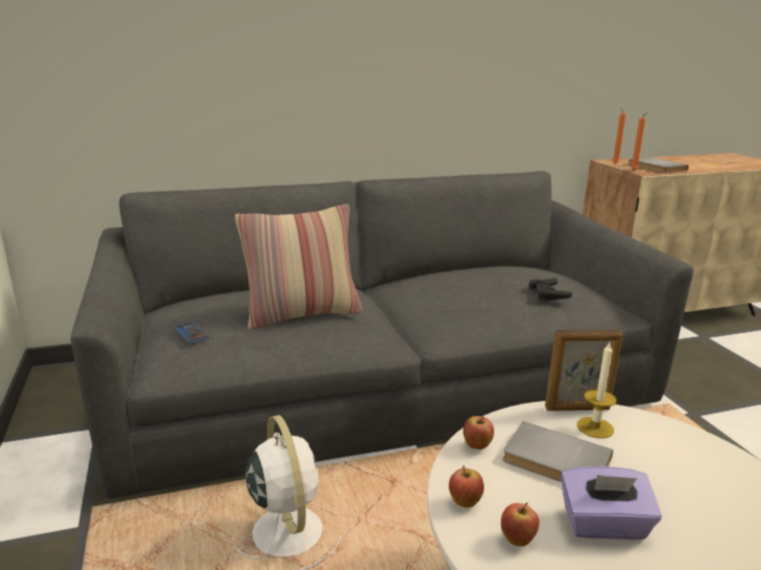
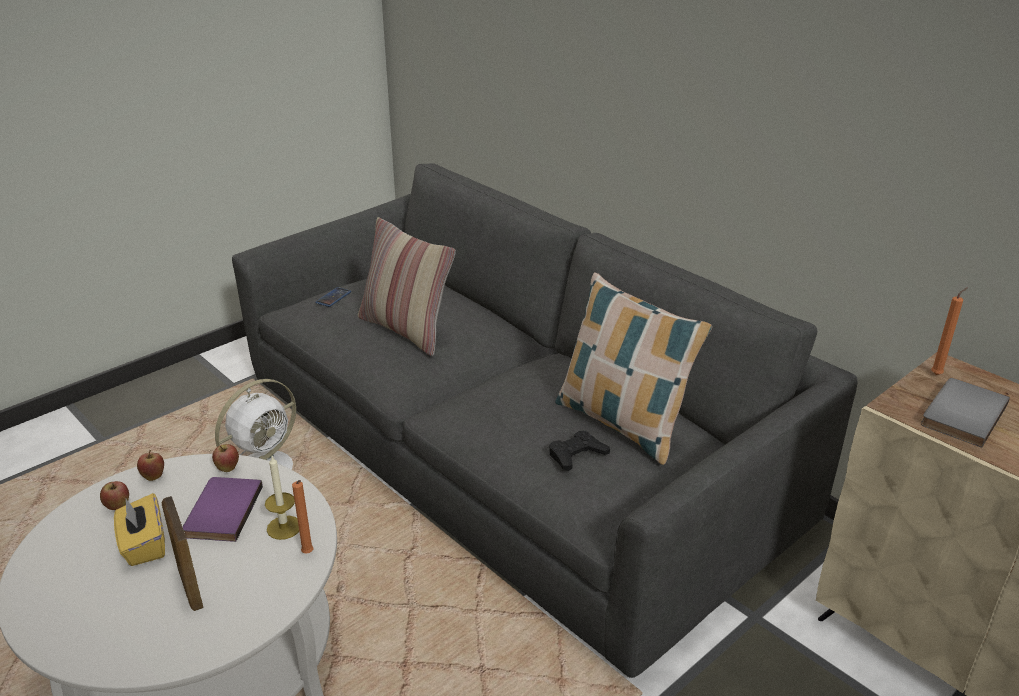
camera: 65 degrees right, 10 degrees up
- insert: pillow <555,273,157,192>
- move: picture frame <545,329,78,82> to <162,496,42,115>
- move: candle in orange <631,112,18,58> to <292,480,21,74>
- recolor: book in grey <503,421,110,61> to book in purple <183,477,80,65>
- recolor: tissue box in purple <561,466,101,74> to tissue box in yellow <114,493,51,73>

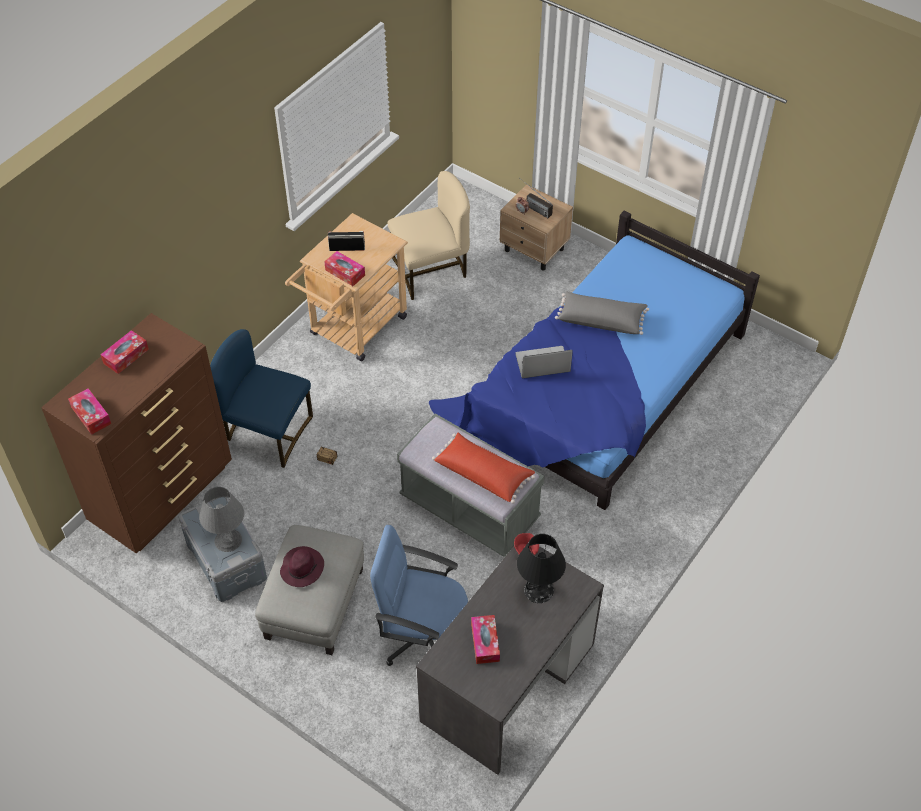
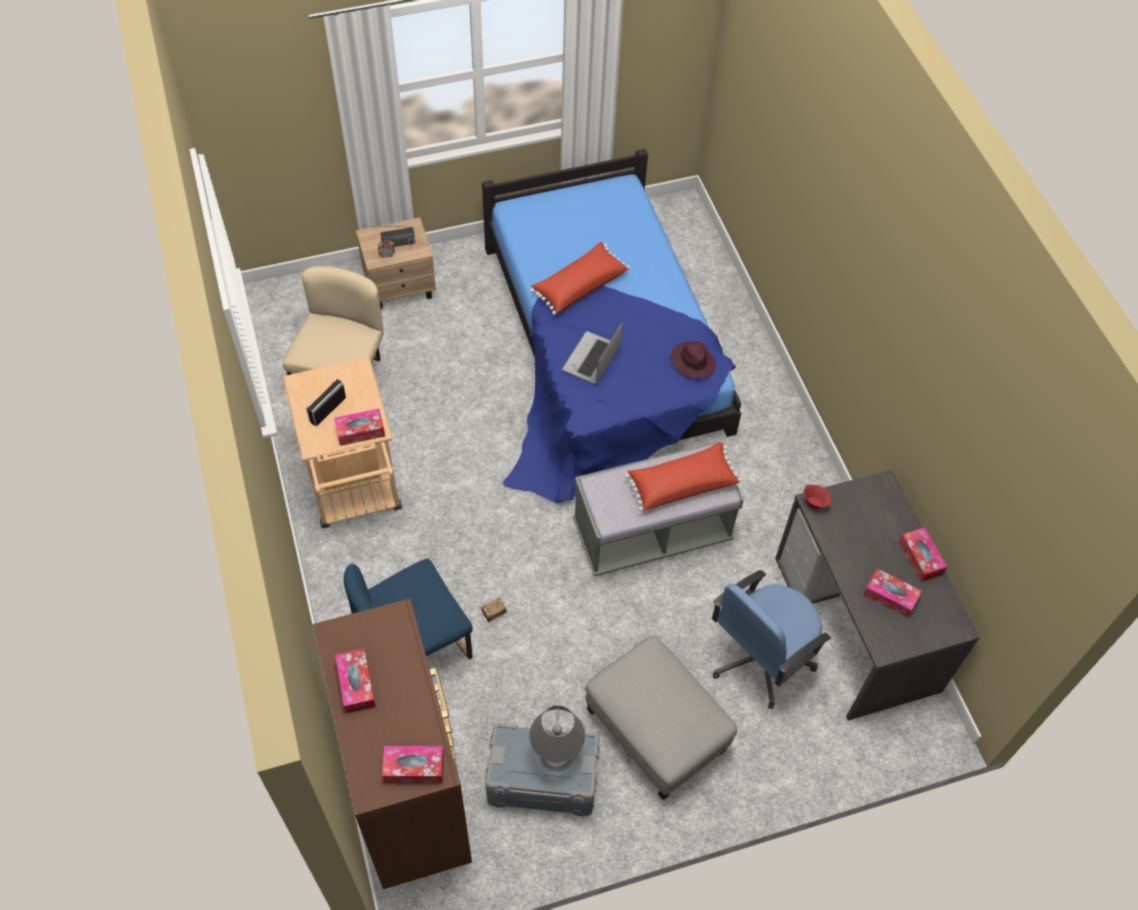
camera: 55 degrees left, 5 degrees up
- delete: table lamp in black <517,534,49,69>
- insert: tissue box <899,528,48,54>
- move: hat in purple <280,546,44,41> to <671,341,45,37>
- recolor: pillow in grey <555,291,94,44> to pillow in red <530,242,100,73>

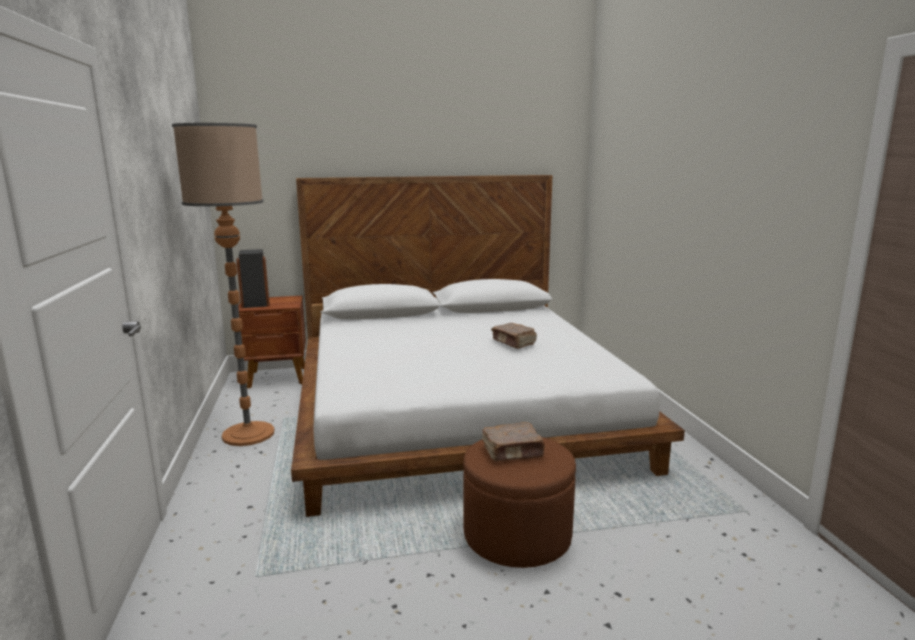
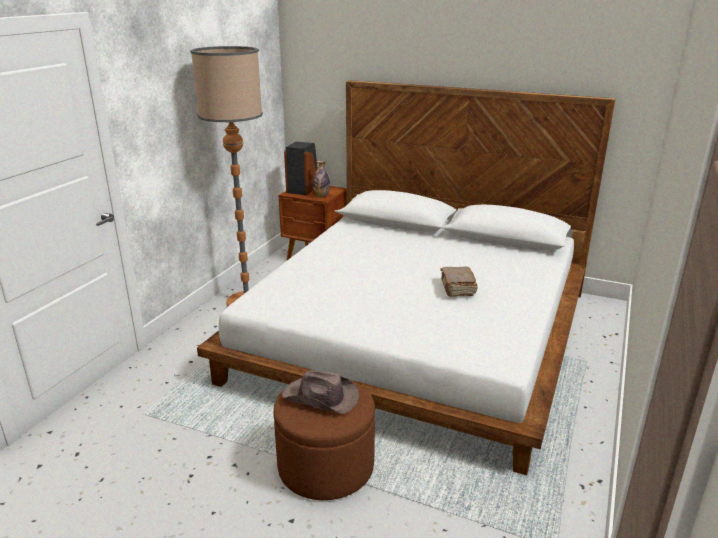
camera: 35 degrees right, 10 degrees up
- insert: bottle <312,161,18,36>
- replace: book in brown <482,422,63,39> to hat in brown <282,370,77,44>

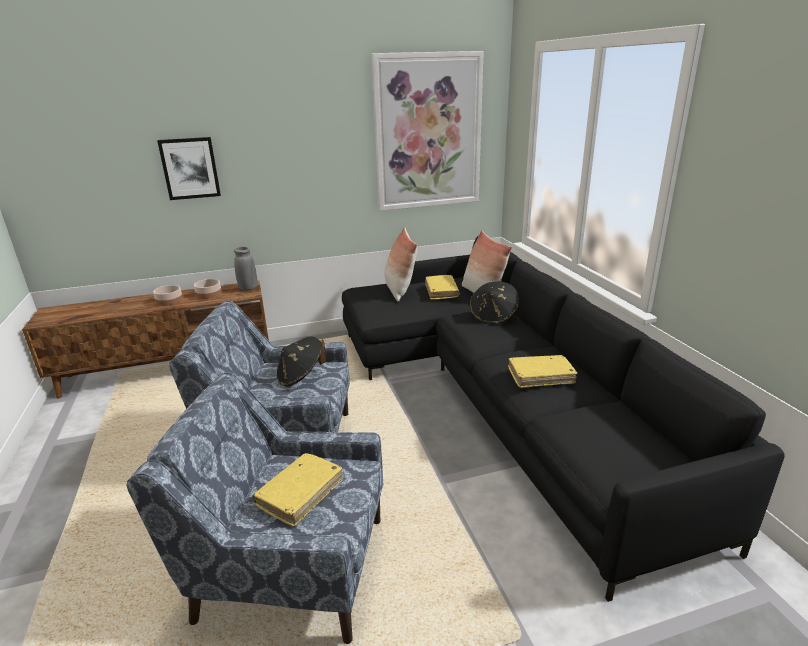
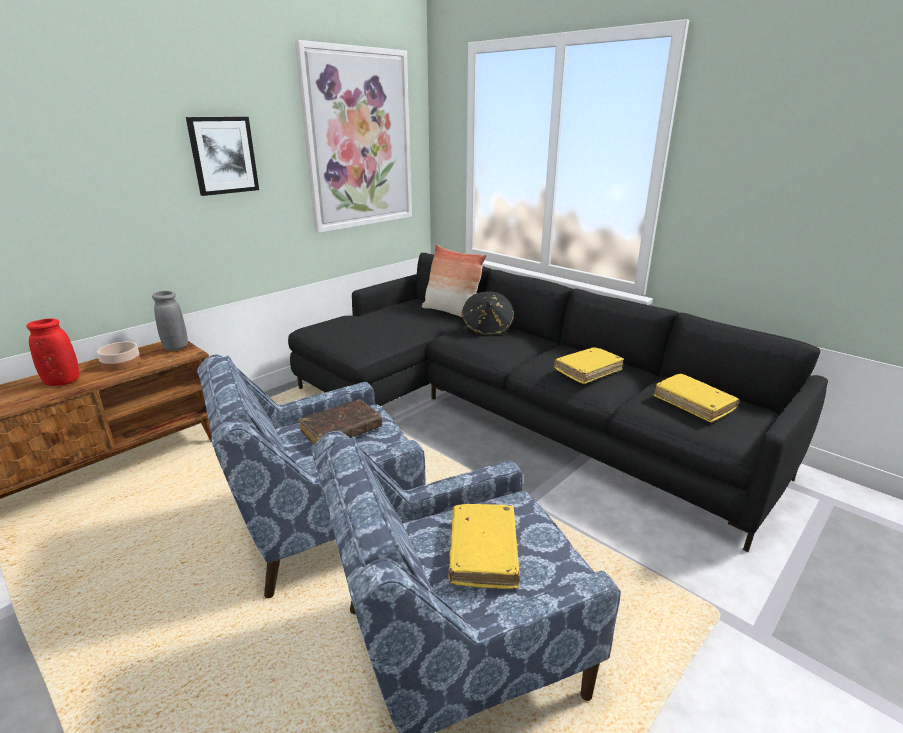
camera: 30 degrees left, 0 degrees up
- delete: pillow <385,227,32,75>
- move: picture <157,137,64,63> to <186,117,73,79>
- move: book in yellow <425,275,35,25> to <653,374,86,48>
- replace: bowl <153,285,30,21> to vase in red <26,318,53,68>
- replace: hat in black <276,336,51,51> to book in brown <298,399,84,46>

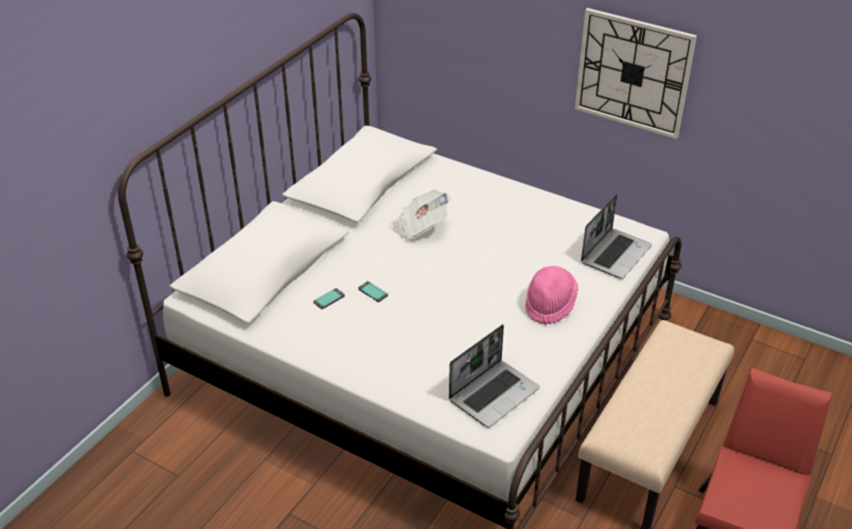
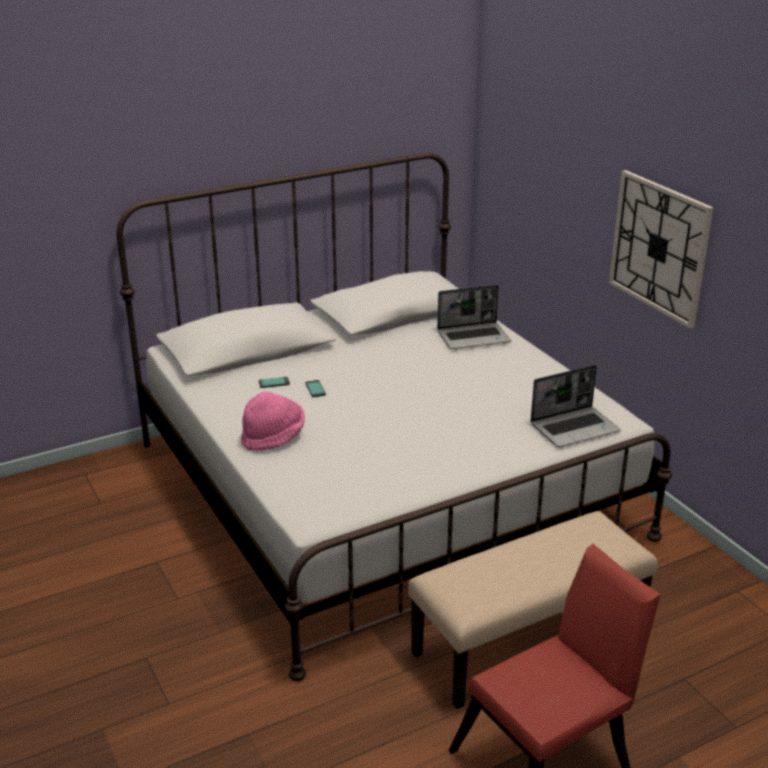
camera: 30 degrees right, 10 degrees down
- delete: newspaper <389,190,62,51>
- move: laptop <449,324,91,104> to <437,285,74,64>
- move: hat in pink <525,266,53,59> to <241,392,64,59>

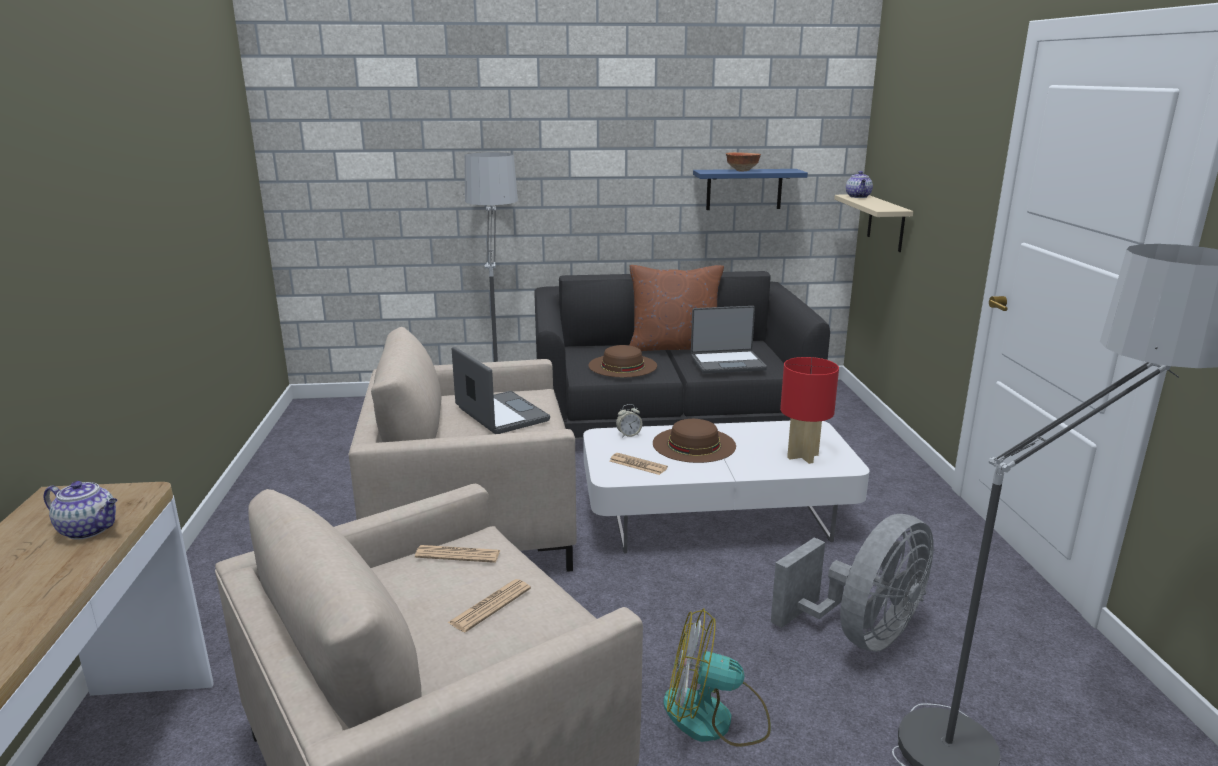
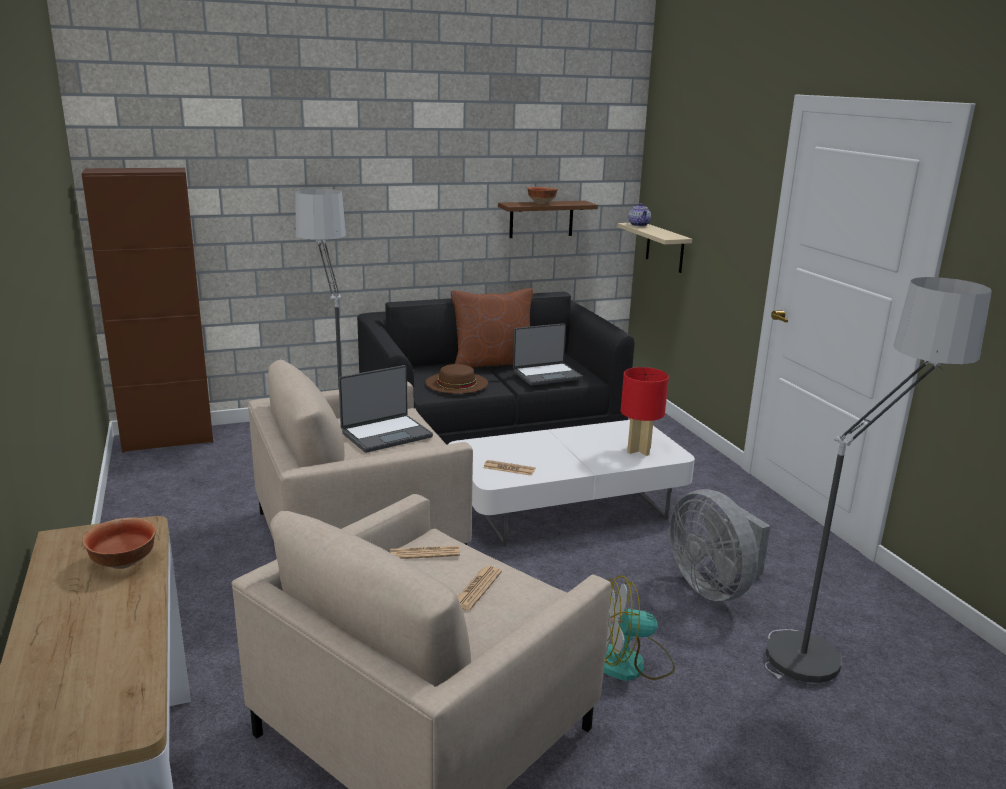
camera: 15 degrees left, 0 degrees up
- delete: alarm clock <616,404,26,34>
- delete: hat in brown <653,419,83,44>
- insert: cabinet in brown <81,168,132,285>
- replace: teapot <43,481,75,58> to bowl <82,517,74,52>
- recolor: shelf in blue <693,169,115,41> to shelf in brown <498,201,100,37>
- rotate: laptop <452,347,98,87> = <339,365,94,88> 105 degrees clockwise
- rotate: fan in grey <771,514,163,138> = <670,489,100,112> 120 degrees clockwise

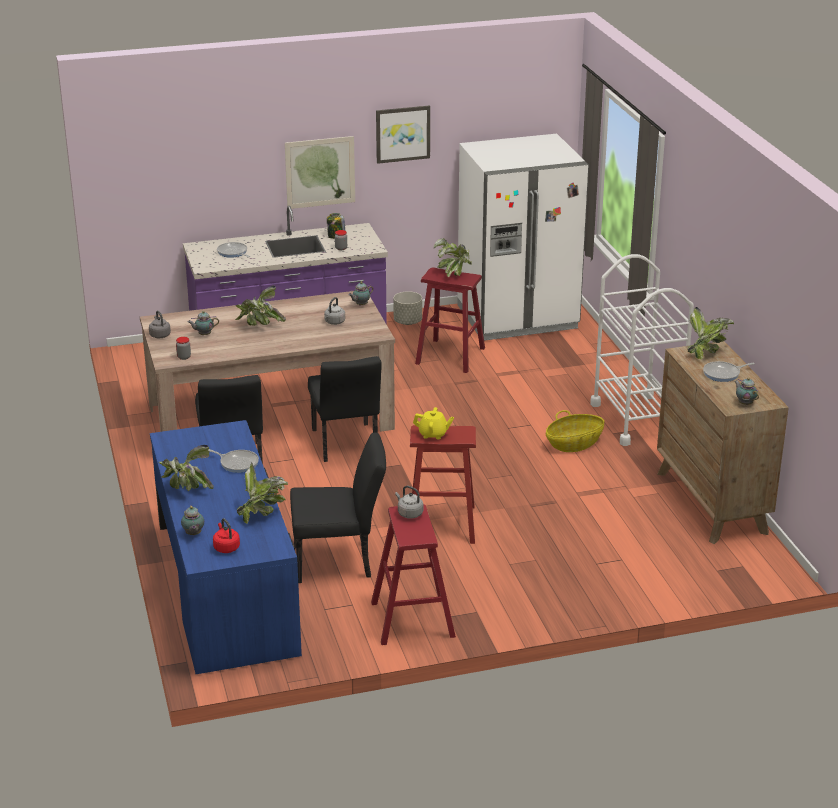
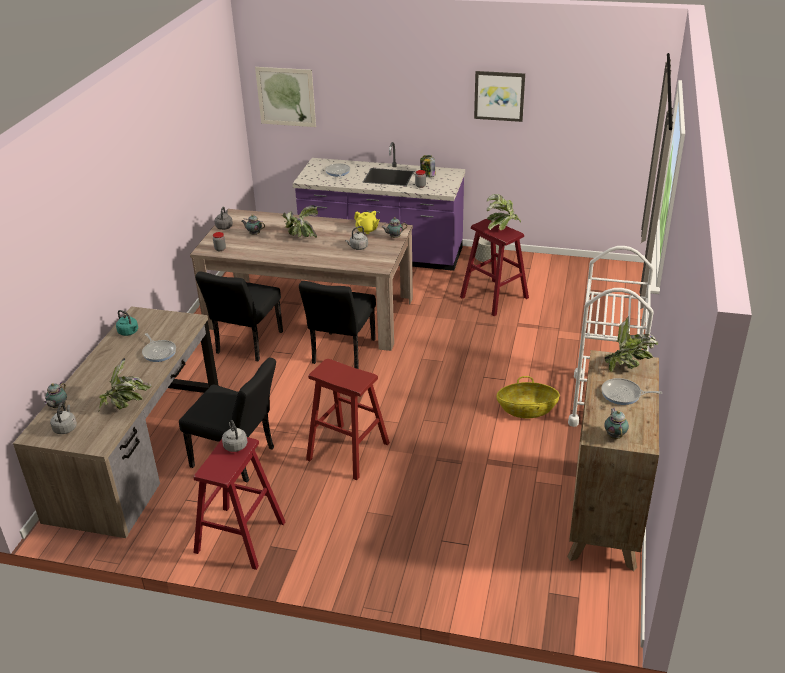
camera: 30 degrees right, 5 degrees up
- delete: potted plant <159,445,55,46>
- delete: fridge in white <457,134,132,207>
- insert: kettle in turquoise <116,310,22,26>
- move: picture <285,136,70,73> to <255,67,61,60>
- move: teapot in yellow <413,407,41,32> to <354,211,26,23>
- recolor: desk in blue <150,420,152,254> to desk in brown <13,307,206,231>
- recolor: kettle in red <213,518,27,35> to kettle in grey <50,403,27,31>

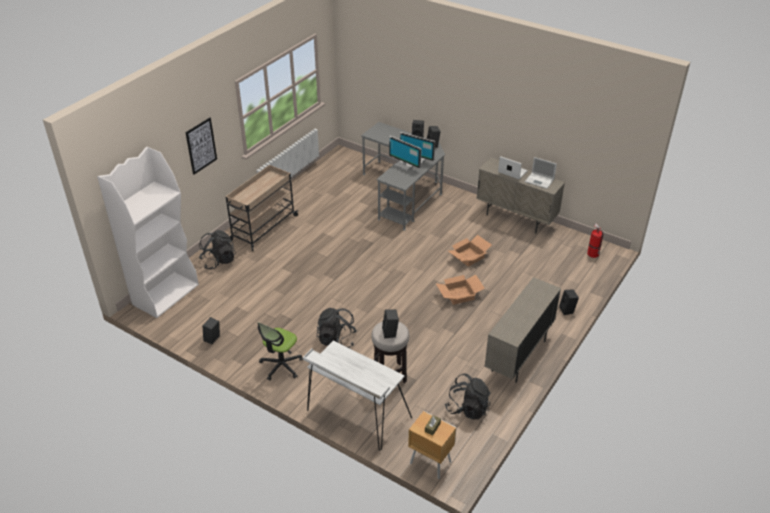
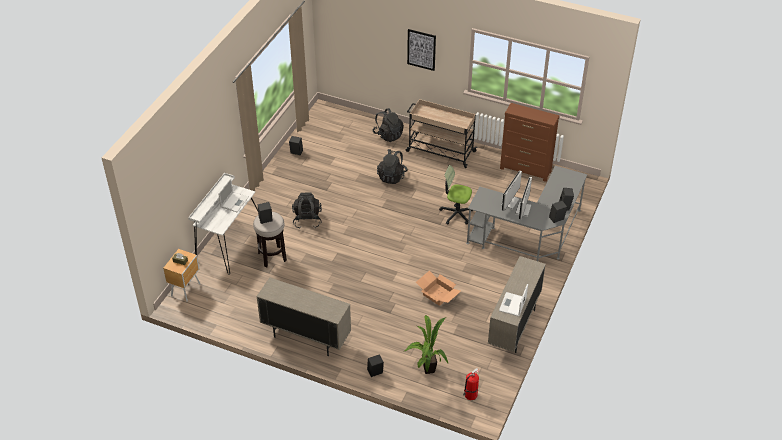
camera: 80 degrees right, 5 degrees up
- delete: bookcase in white <97,147,102,171>
- delete: cardboard box <436,274,49,31>
- insert: potted plant <403,315,45,59>
- insert: dresser in brown <500,103,59,79>
- move: office chair <257,322,46,58> to <439,165,34,60>
- move: backpack in black <445,373,46,46> to <377,149,31,35>
- move: laptop <498,156,30,24> to <218,178,31,34>

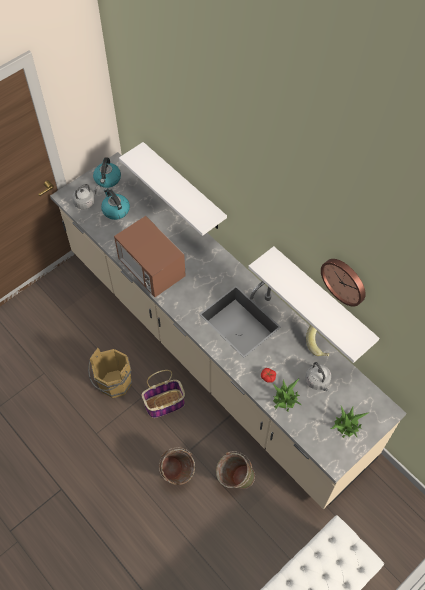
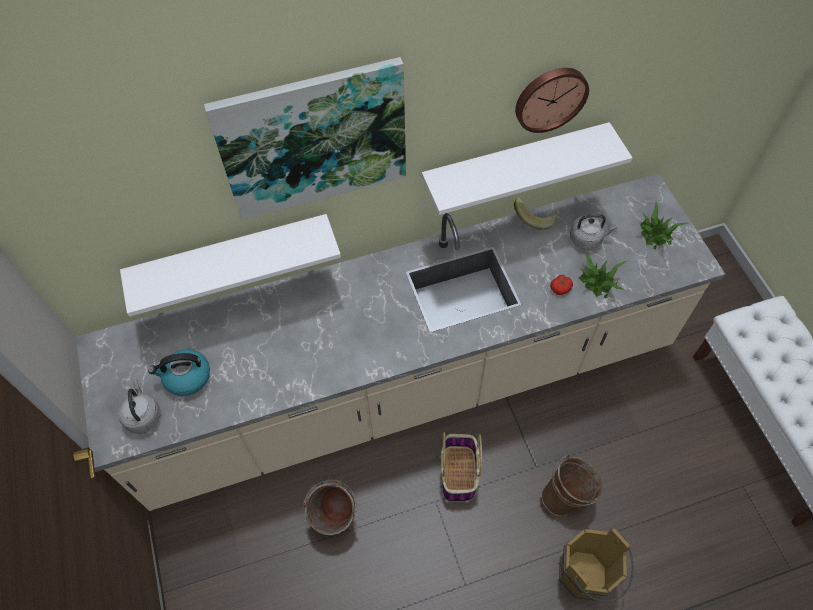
camera: 65 degrees left, 0 degrees up
- delete: kettle <93,157,28,31>
- delete: microwave <114,216,72,81>
- insert: picture <204,57,202,163>
- move: bucket in brown <88,348,44,50> to <559,528,75,75>
- move: bucket in green <216,451,39,38> to <303,480,54,55>

